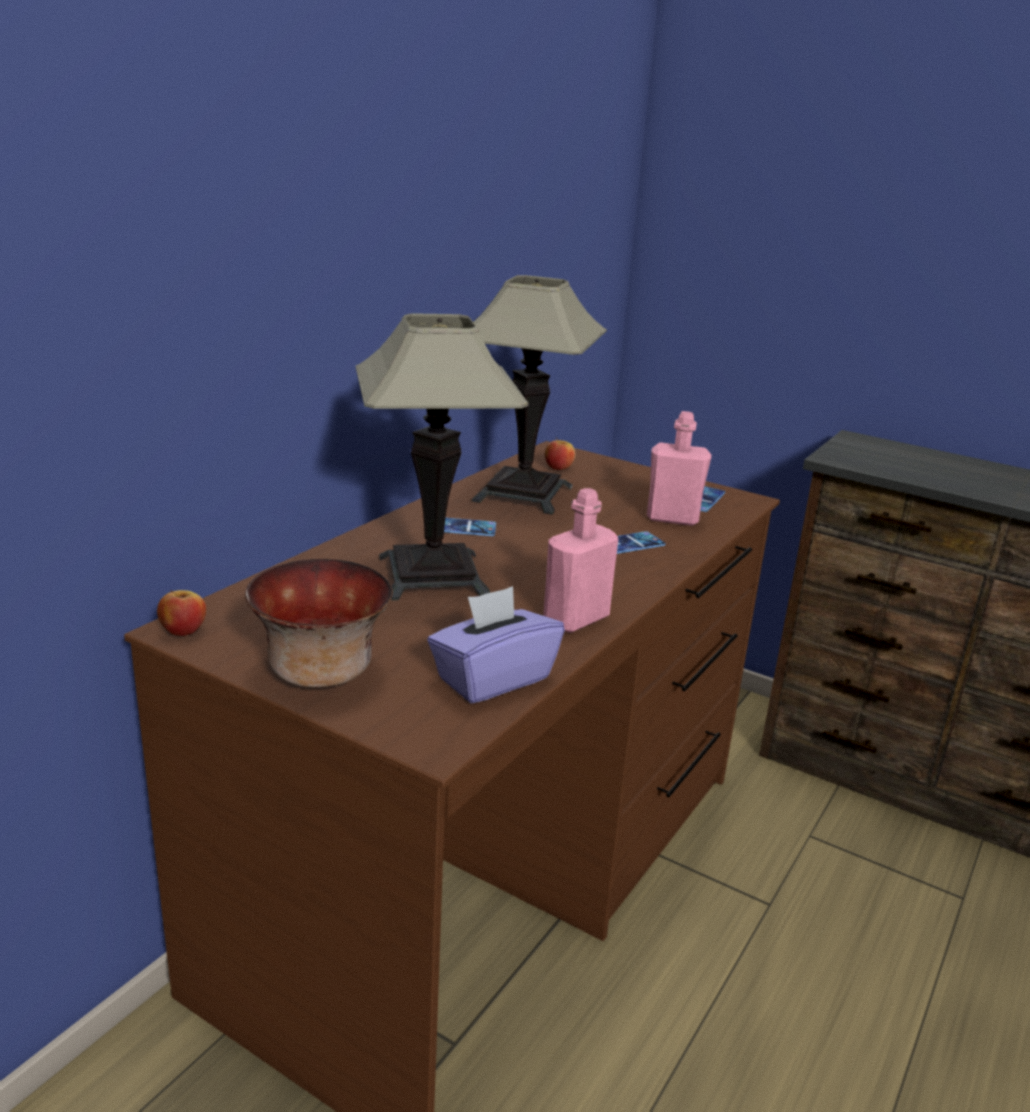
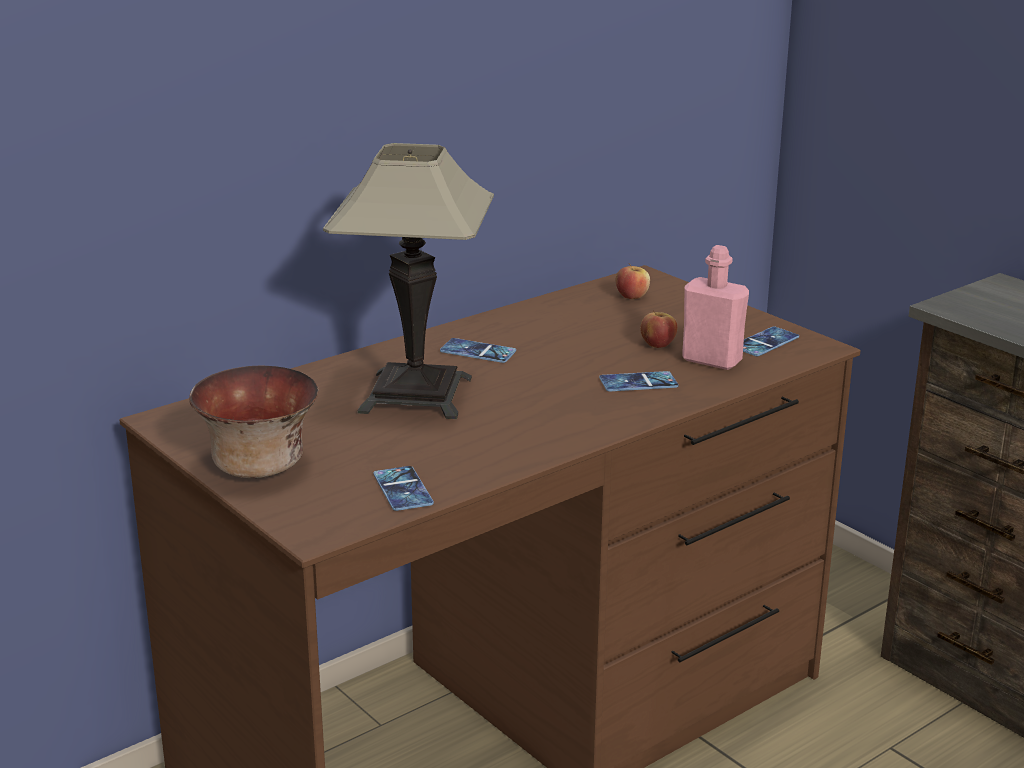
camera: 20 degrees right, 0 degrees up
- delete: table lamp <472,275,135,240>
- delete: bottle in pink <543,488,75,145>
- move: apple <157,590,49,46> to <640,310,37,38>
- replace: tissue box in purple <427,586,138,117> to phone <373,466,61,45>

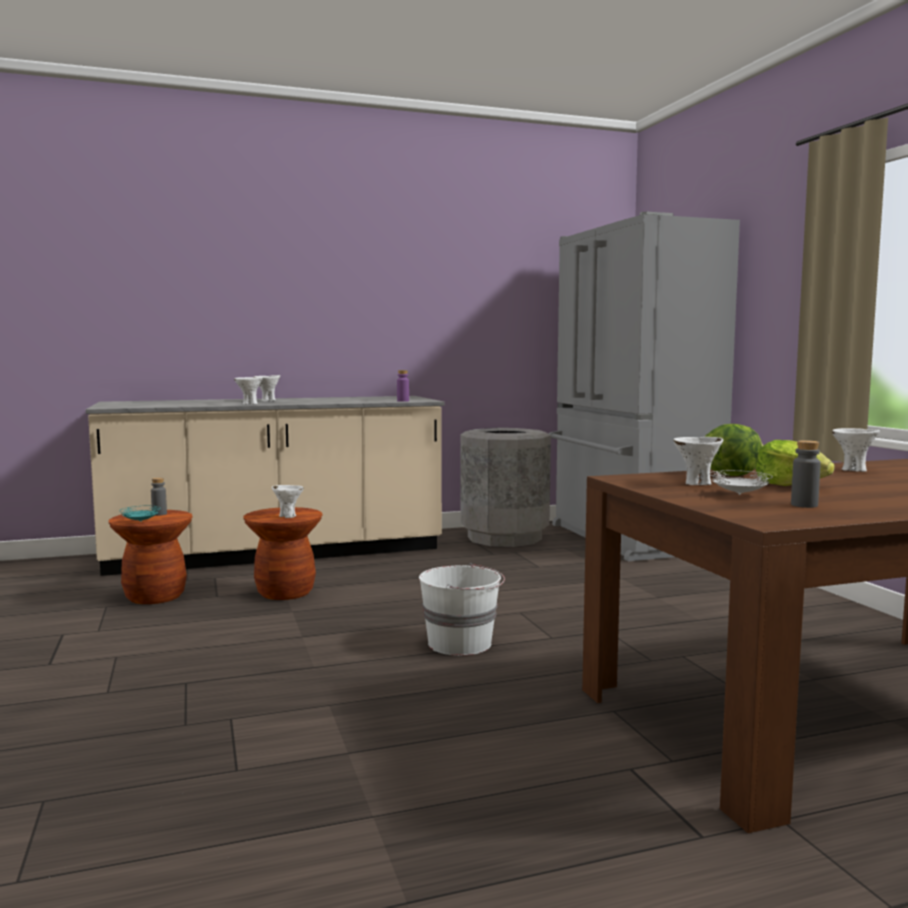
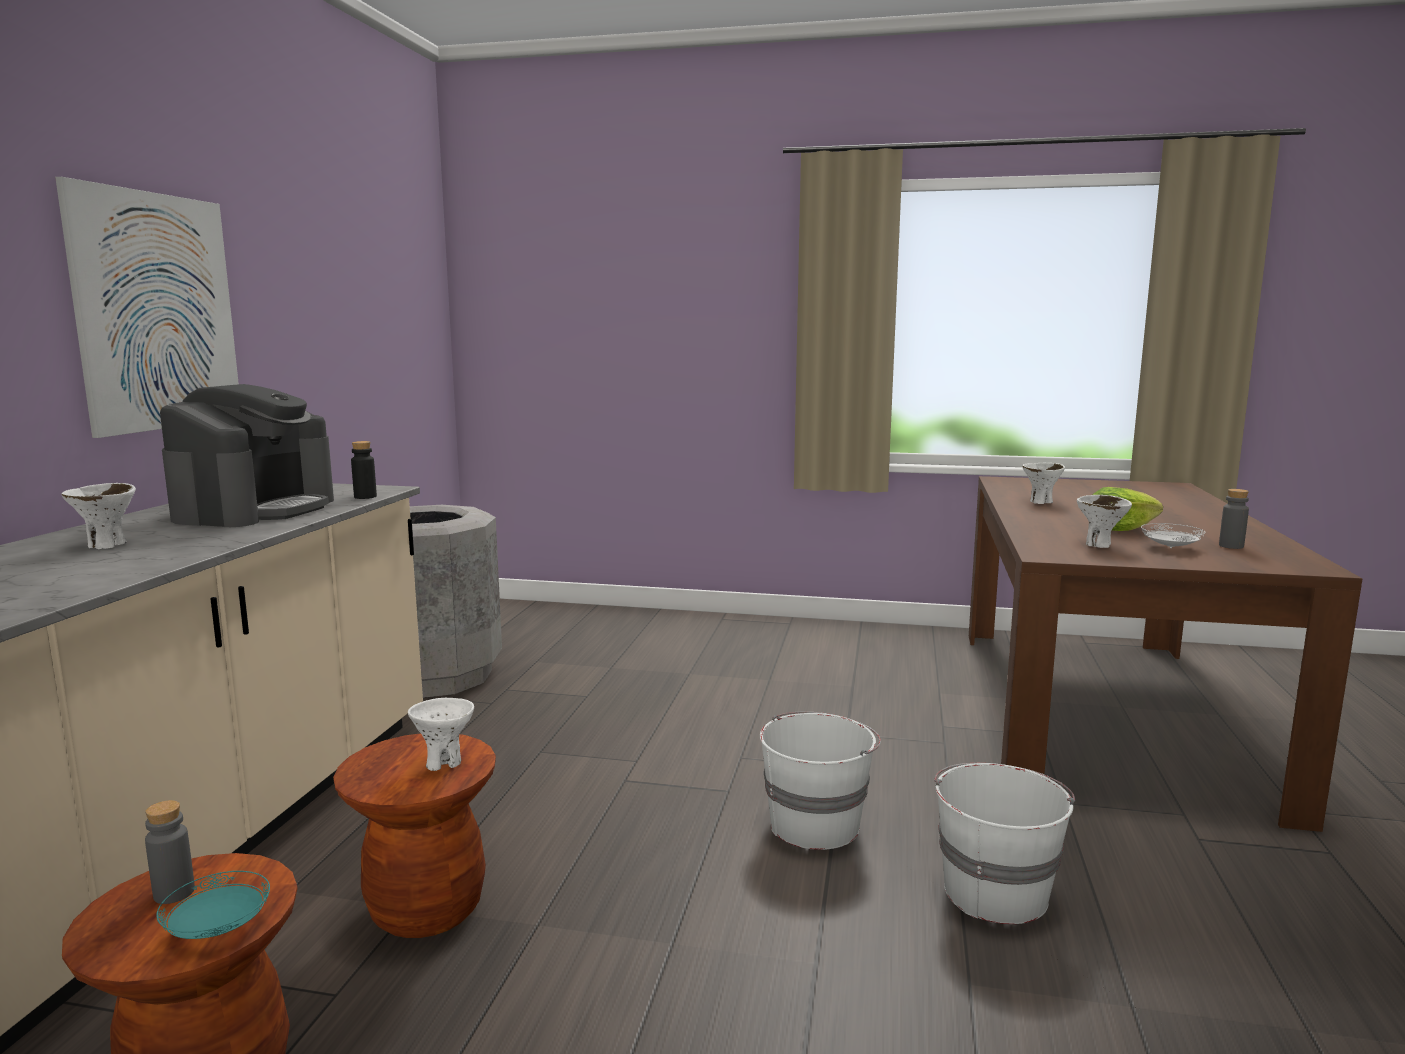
camera: 60 degrees left, 5 degrees up
- delete: bowl in white <234,377,29,27>
- delete: fridge in grey <548,212,192,349>
- delete: lettuce <705,424,58,52>
- insert: picture <55,177,184,261>
- insert: coffee machine <160,384,174,143>
- insert: bucket in white <934,763,141,161>
- recolor: bottle in purple <397,370,12,32> to bottle in black <351,441,26,58>

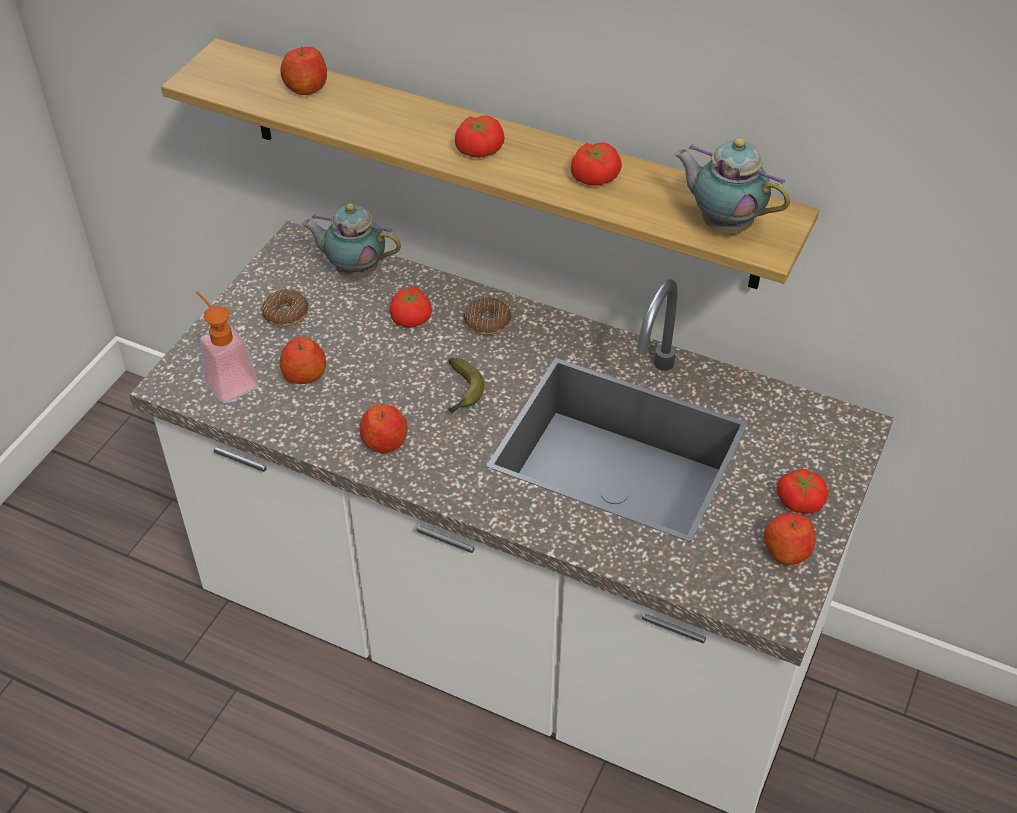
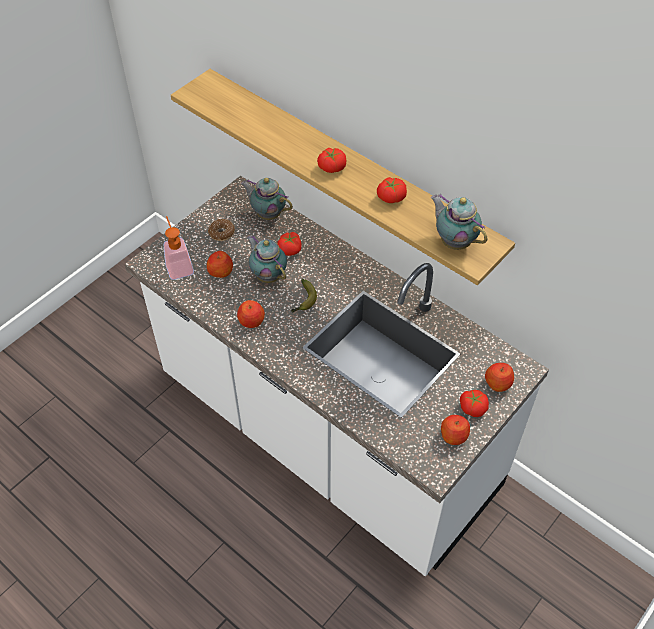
camera: 15 degrees right, 5 degrees up
- delete: donut <464,297,48,38>
- insert: teapot <247,235,40,48>
- move: apple <280,46,47,49> to <485,363,29,29>

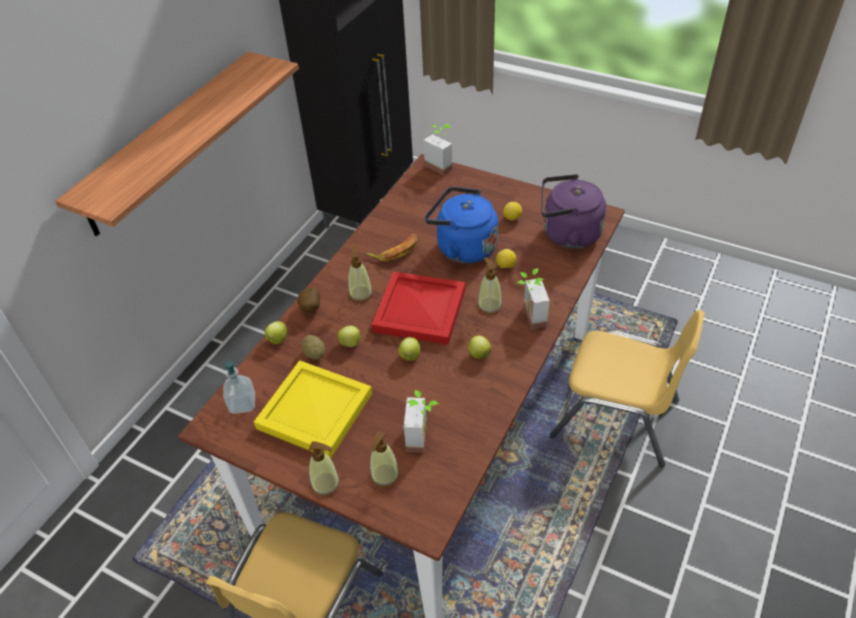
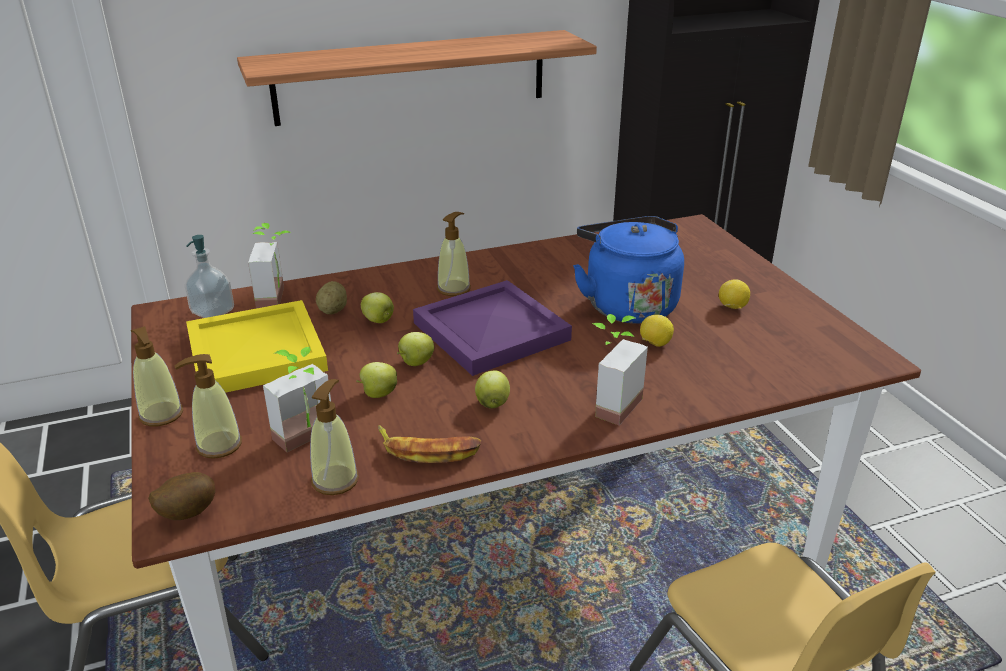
camera: 40 degrees right, 15 degrees down
- delete: kettle in purple <541,174,66,75>
- move: apple <265,321,22,23> to <356,362,41,36>
- move: potato <297,287,23,25> to <148,472,67,48>
- move: banana <366,234,52,27> to <378,425,103,38>
- move: potted plant <423,124,29,51> to <248,223,43,85>
- move: soap dispenser <477,257,25,58> to <310,379,49,116>
- recolor: tray in red <372,271,93,74> to tray in purple <413,280,159,96>

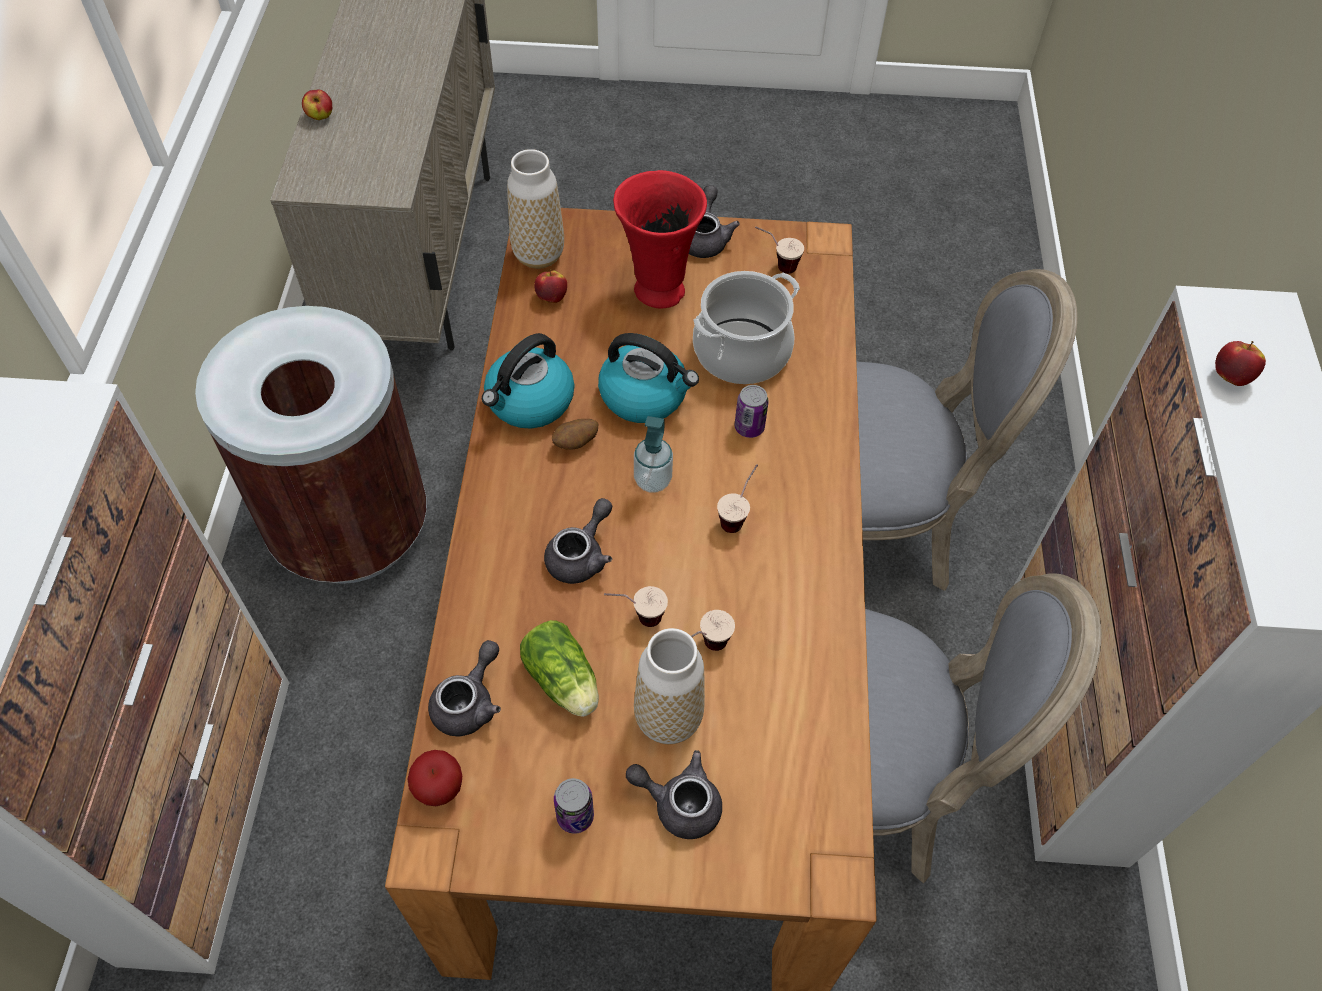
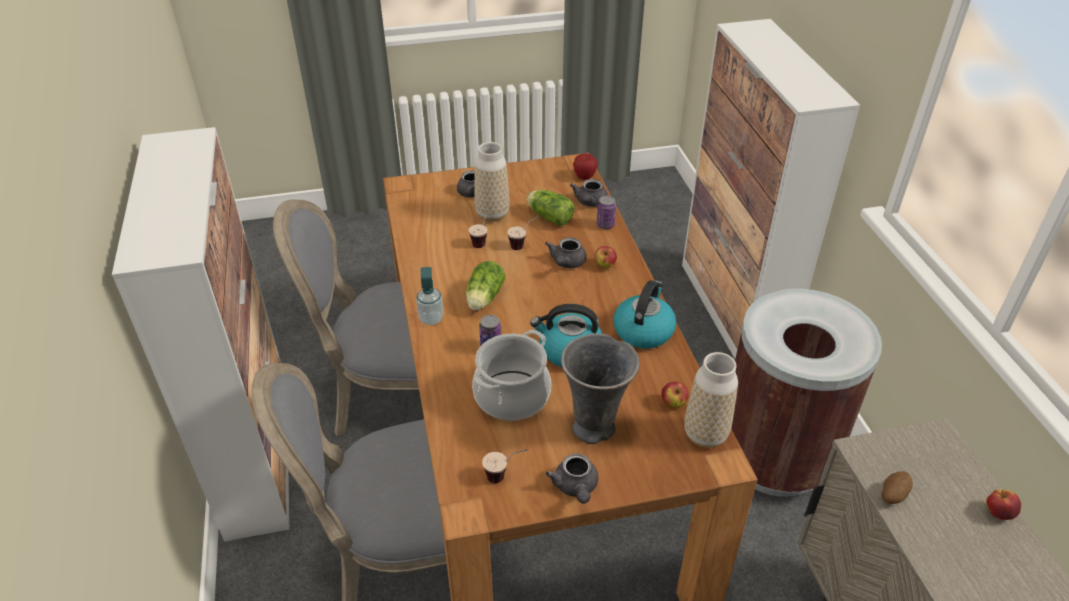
camera: 165 degrees right, 15 degrees down
- move: potato <552,419,46,31> to <882,471,31,33>
- move: can <554,778,40,56> to <597,196,19,33>
- move: soap dispenser <634,416,39,77> to <416,267,27,58>
- move: apple <1215,341,51,45> to <594,246,23,22>
- replace: cup <717,464,41,69> to lettuce <466,261,39,49>
- recolor: vase in red <613,170,94,138> to vase in grey <561,334,79,110>

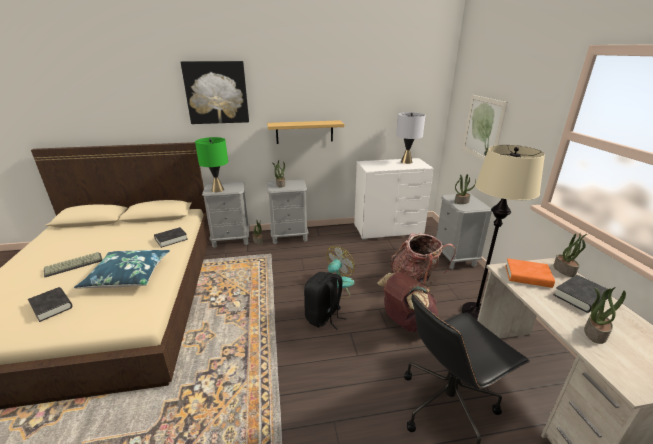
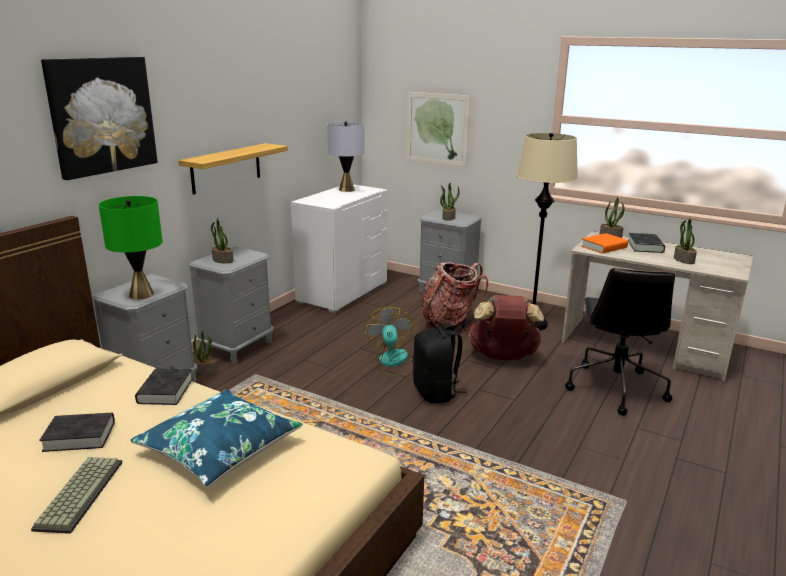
camera: 50 degrees left, 5 degrees down
- move: book in black <28,287,45,35> to <39,413,76,39>

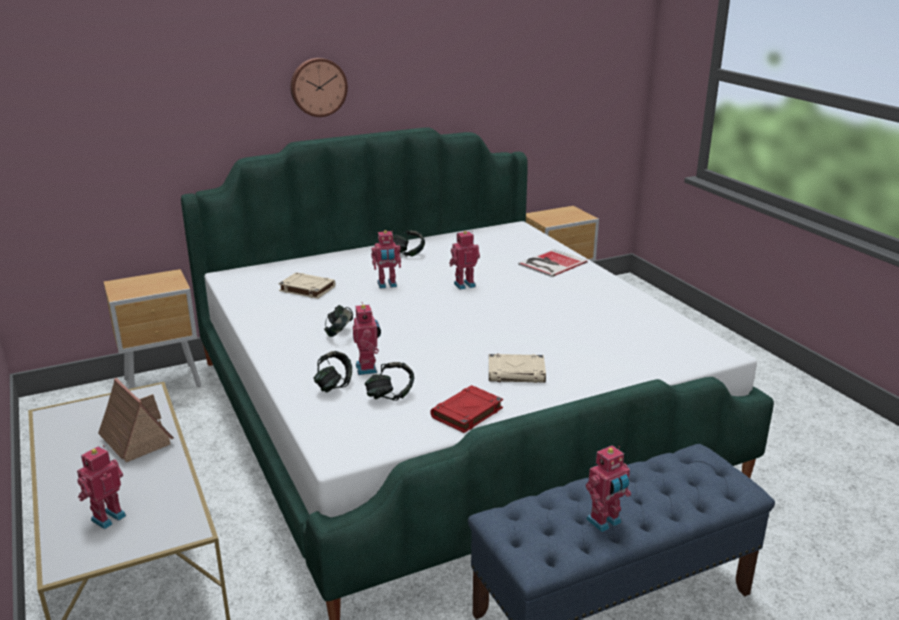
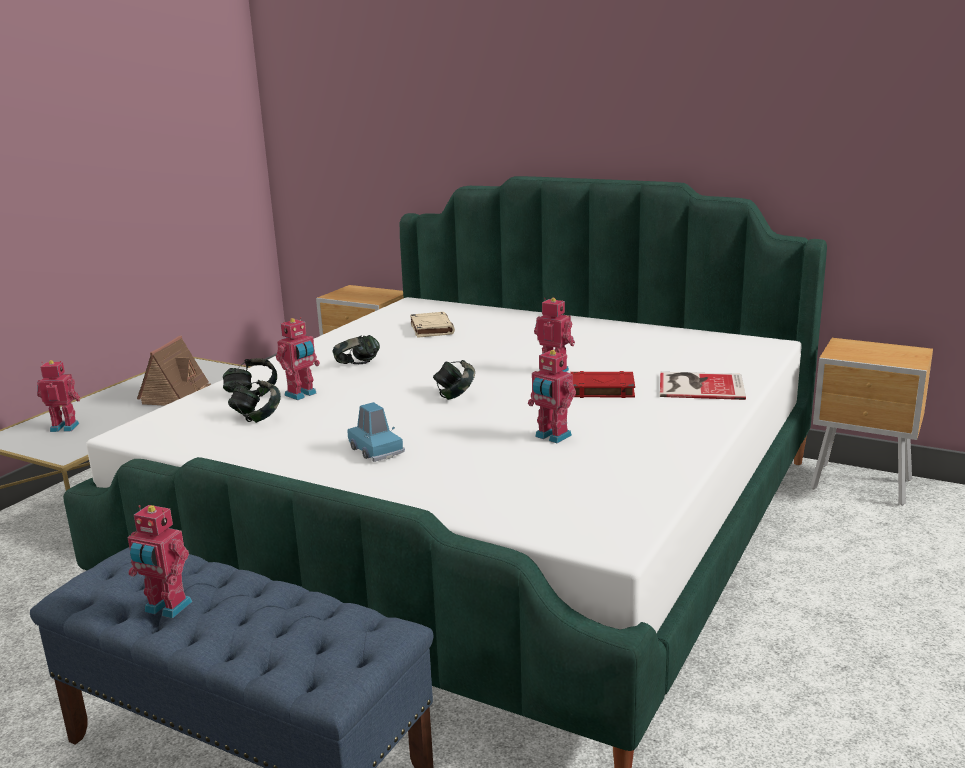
camera: 55 degrees right, 5 degrees down
- delete: wall clock <290,58,58,59>
- move: toy robot <371,230,30,59> to <528,349,48,94>
- move: headphones <393,230,32,27> to <433,360,42,40>
- move: book in red <430,385,73,48> to <571,371,64,27>
- replace: book in beige <489,354,57,29> to toy car in blue <348,402,57,60>

